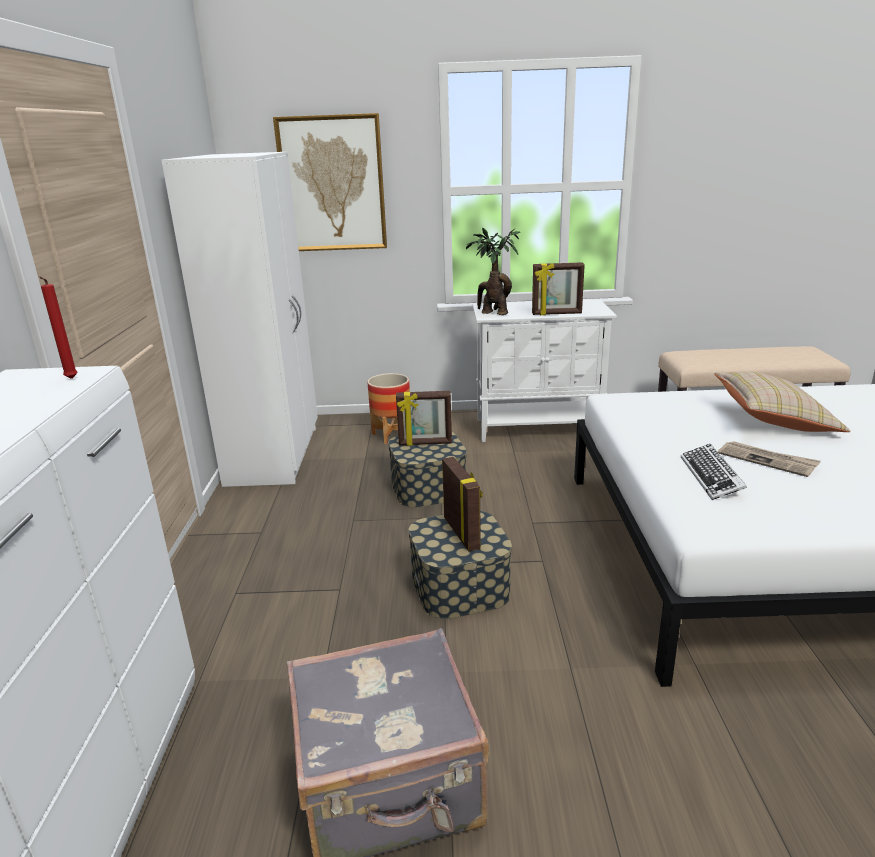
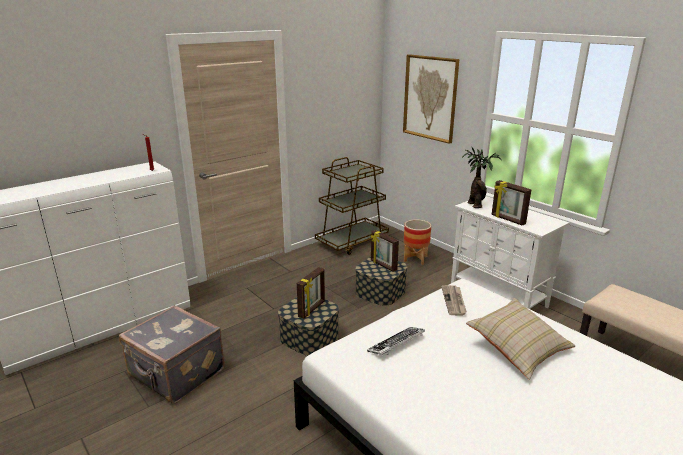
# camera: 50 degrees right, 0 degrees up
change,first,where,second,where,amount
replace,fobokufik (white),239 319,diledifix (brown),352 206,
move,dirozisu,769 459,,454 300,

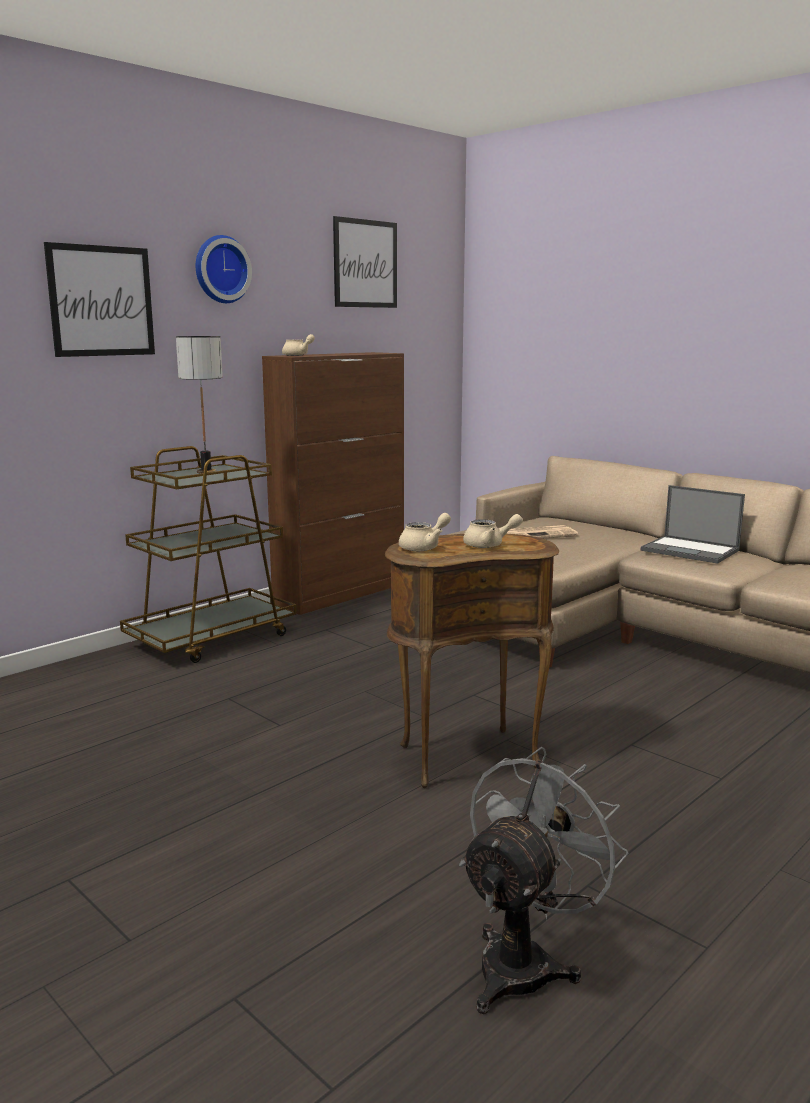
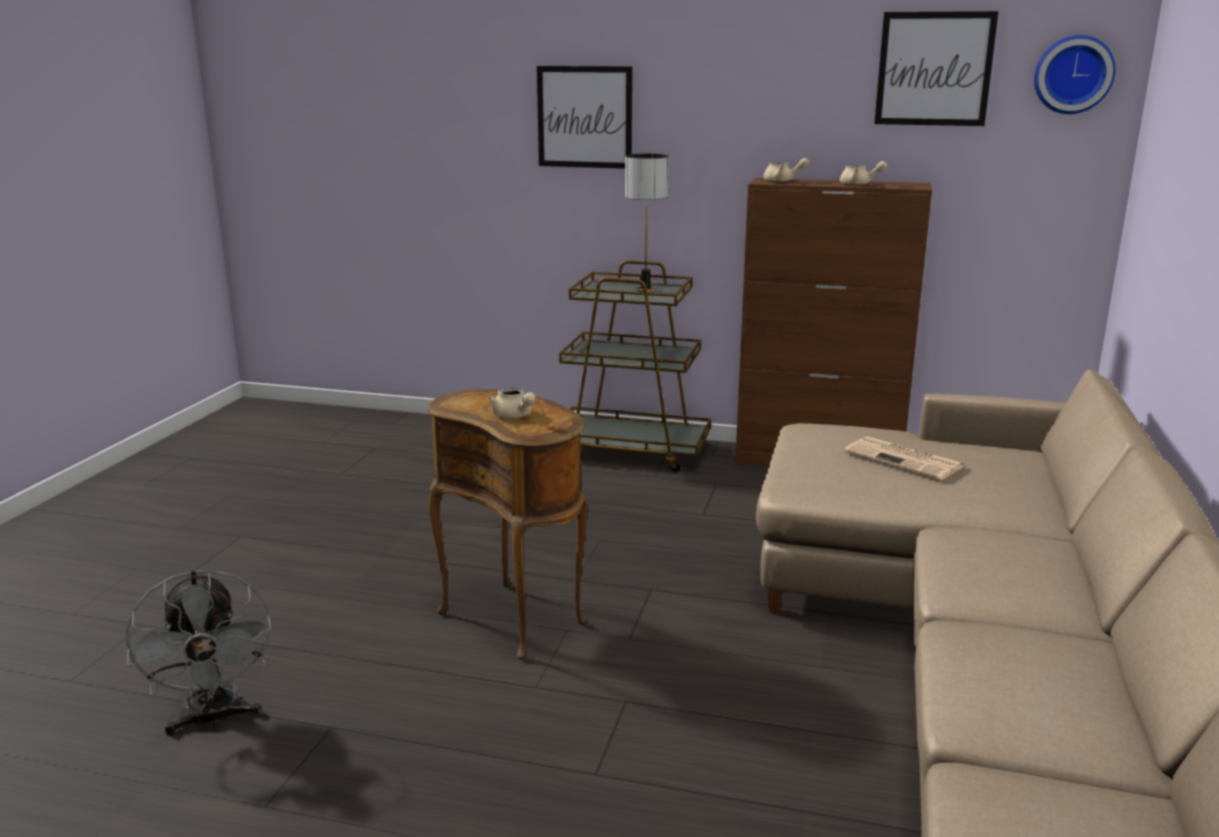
# camera: 60 degrees right, 5 degrees up
change,first,where,second,where,amount
move,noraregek,224 269,,1075 74,
move,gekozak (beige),425 532,,863 173,
rotate,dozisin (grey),544 880,,198 653,60 degrees clockwise
delete,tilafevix,693 524,,,

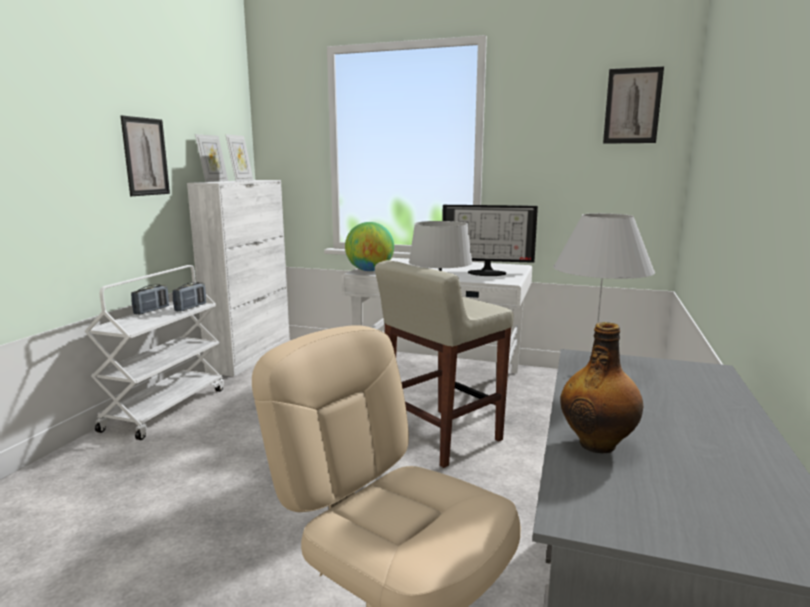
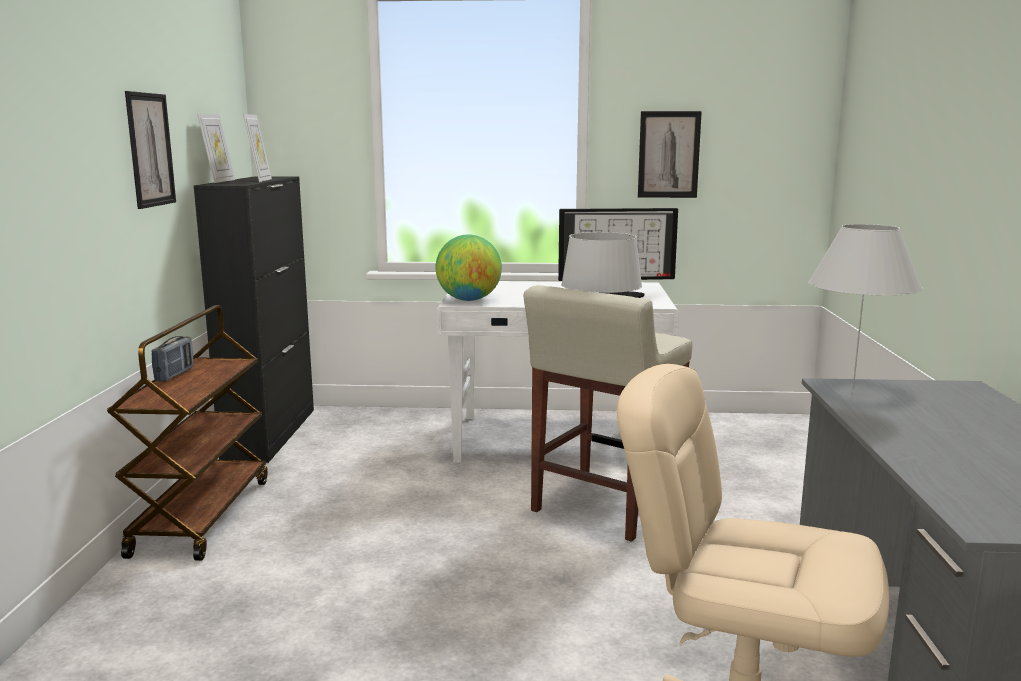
# camera: 15 degrees left, 0 degrees up
change,first,where,second,where,amount
recolor,diledifix (white),154 352,diledifix (brown),187 433,
delete,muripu,189 296,,,
recolor,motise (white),238 278,motise (black),254 319,
delete,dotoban,602 387,,,
move,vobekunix,633 105,,670 154,

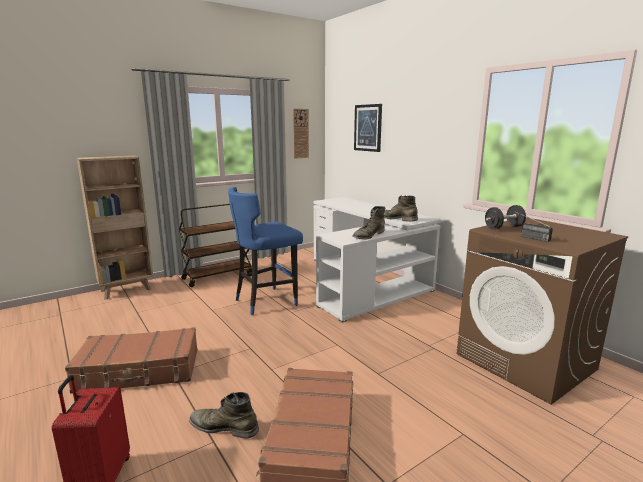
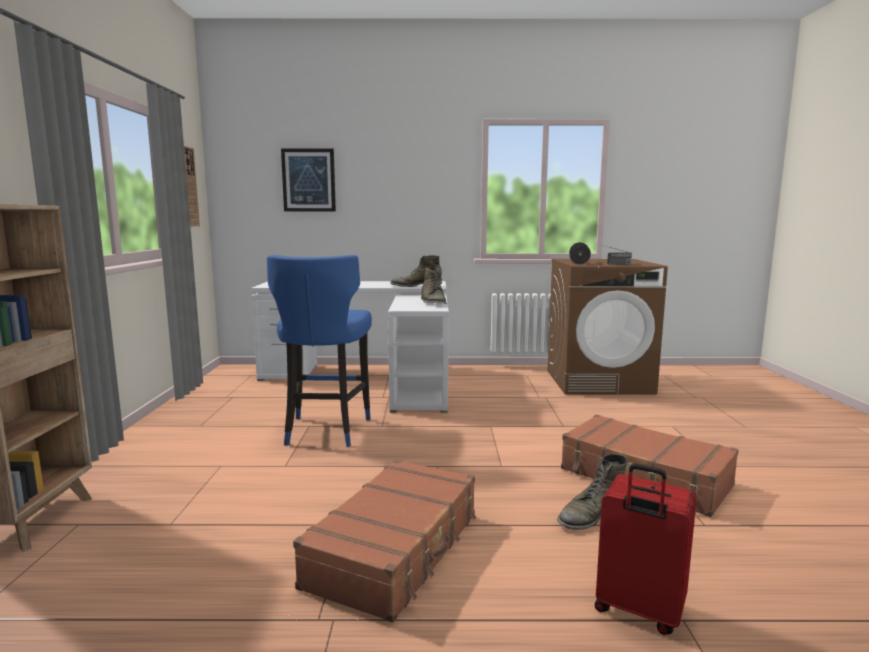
# camera: 55 degrees left, 5 degrees down
change,first,where,second,where,amount
delete,diledifix (brown),215 245,,,

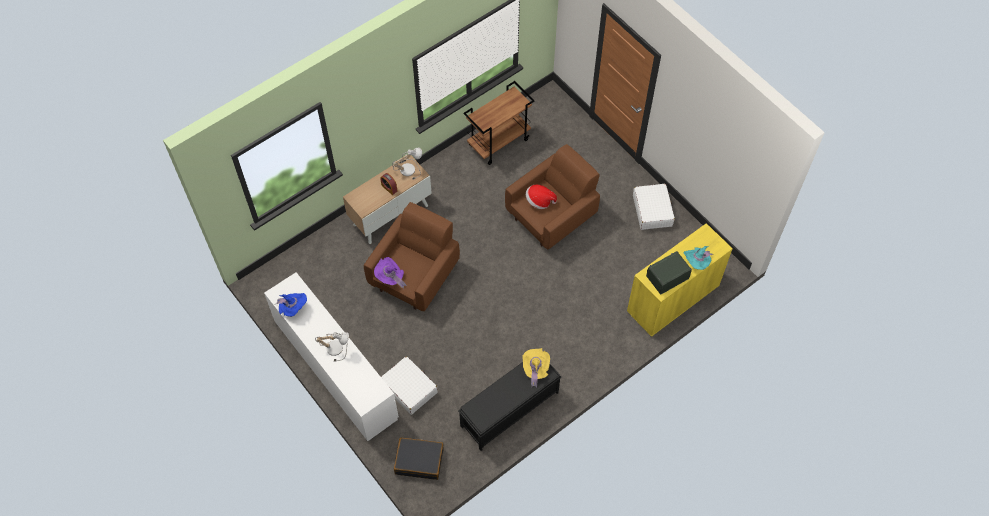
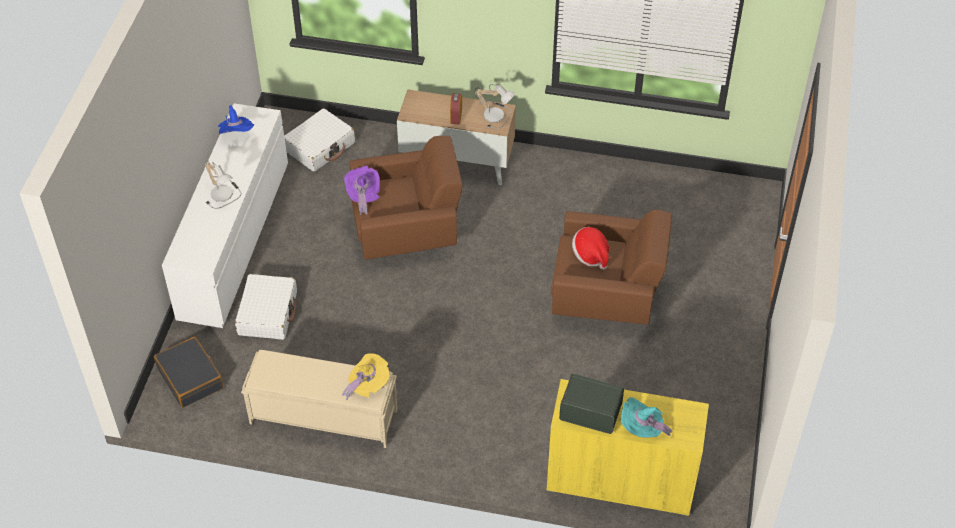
# camera: 50 degrees right, 10 degrees down
change,first,where,second,where,amount
recolor,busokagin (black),510 406,busokagin (beige),319 399,
delete,diledifix (brown),499 123,,,
move,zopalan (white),654 207,,319 140,

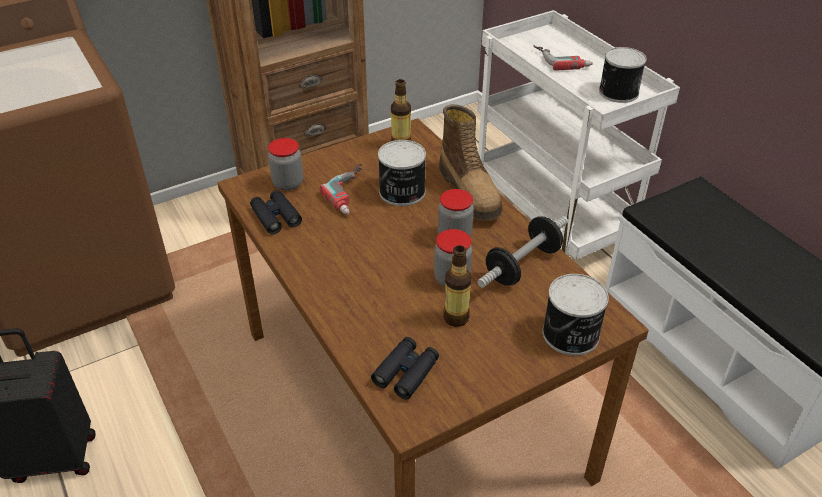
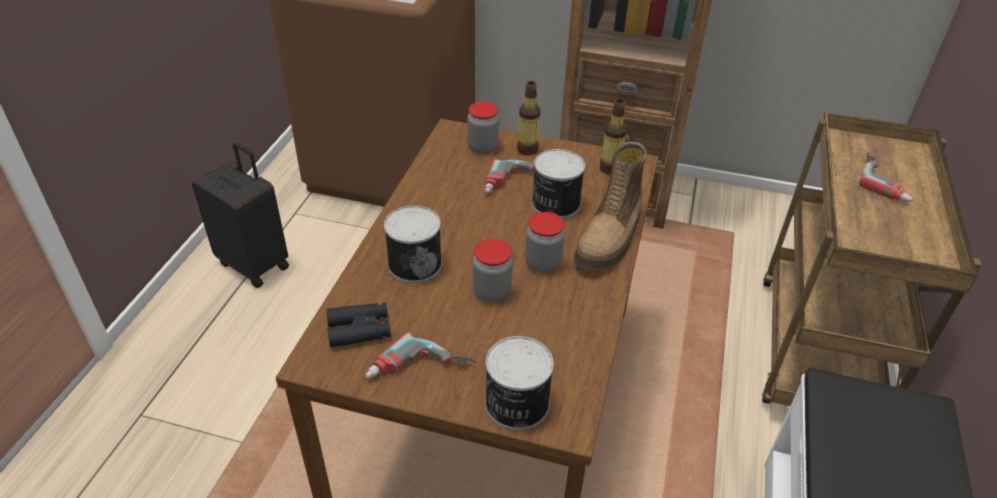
# camera: 45 degrees right, 0 degrees up
change,first,where,second,where,amount
delete,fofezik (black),276 212,,,
move,dotoban,457 286,,529 118,
recolor,diledifix (white),578 135,diledifix (brown),872 259,
delete,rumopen,522 252,,,
move,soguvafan,623 75,,413 244,
insert,,,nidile,421 355,

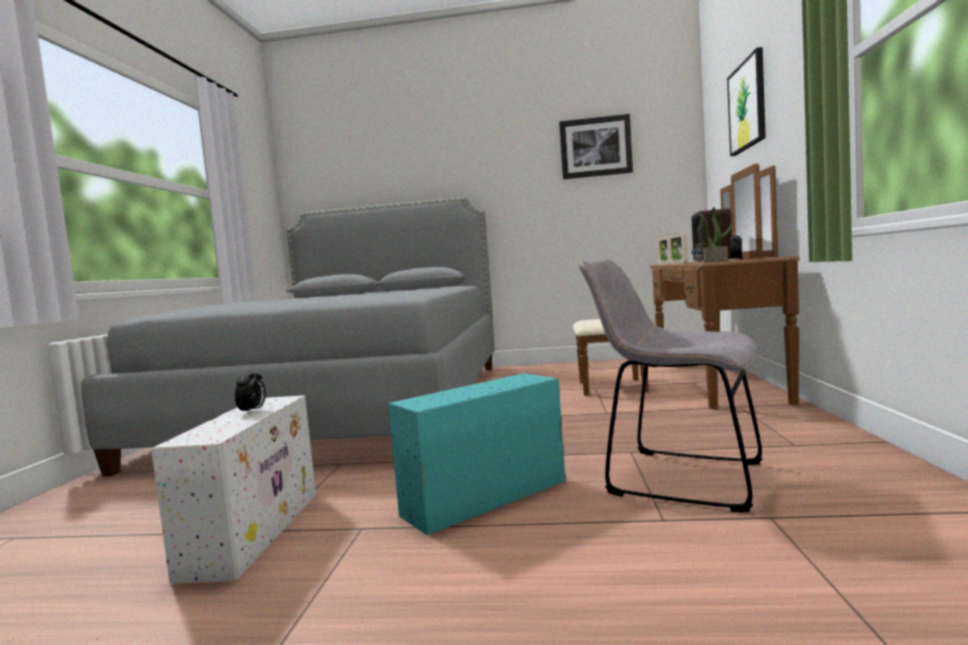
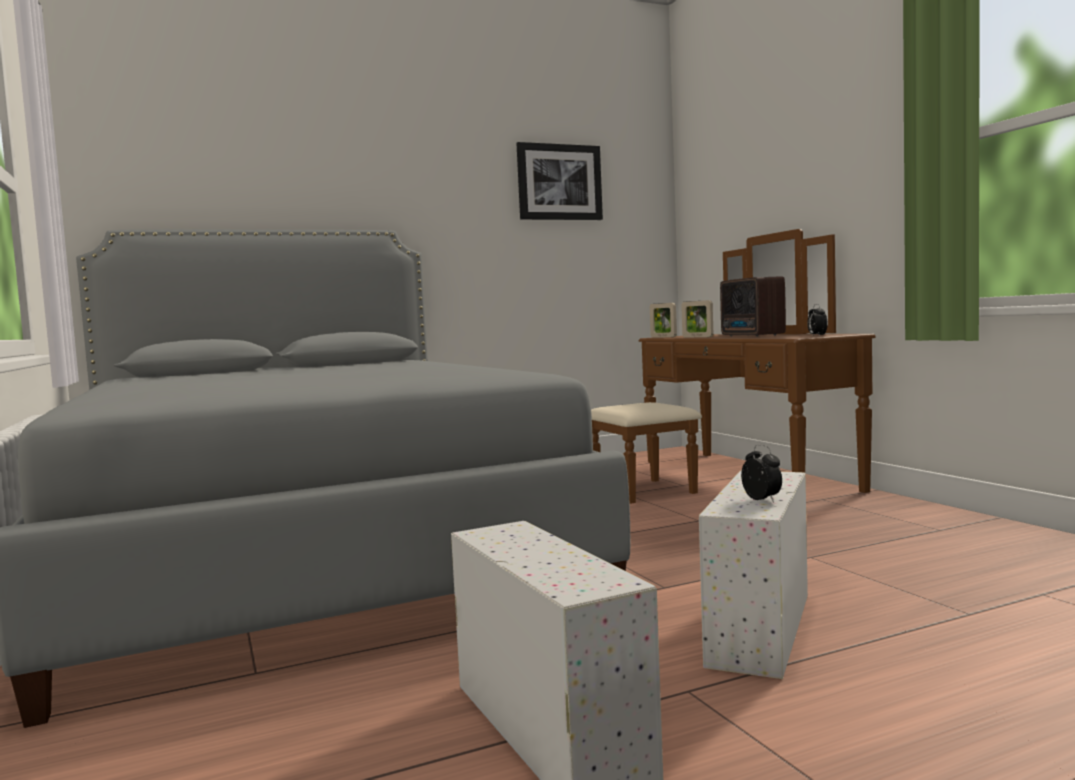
# camera: 30 degrees left, 0 degrees up
change,first,where,second,where,amount
move,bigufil,250 391,,761 473,
recolor,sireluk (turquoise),477 454,sireluk (white),753 574,
delete,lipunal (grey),670 385,,,
delete,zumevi,715 235,,,
delete,vobekunix,746 101,,,

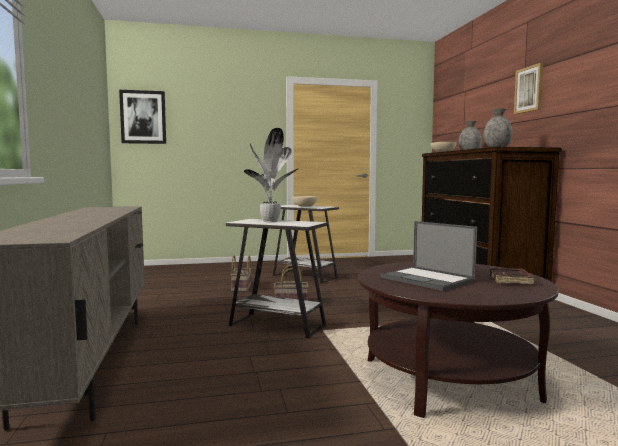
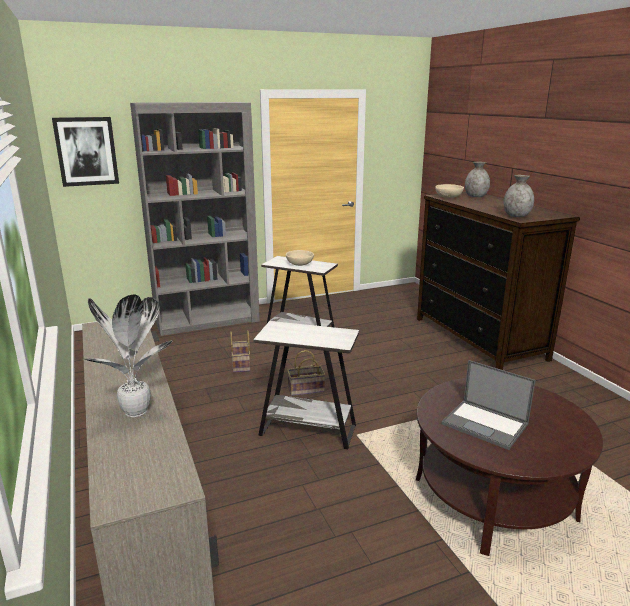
# camera: 10 degrees left, 15 degrees up
change,first,where,second,where,amount
move,zumevi,271 175,,129 356,
delete,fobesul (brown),512 276,,,
delete,vobekunix,528 88,,,
insert,,,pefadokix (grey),195 219,

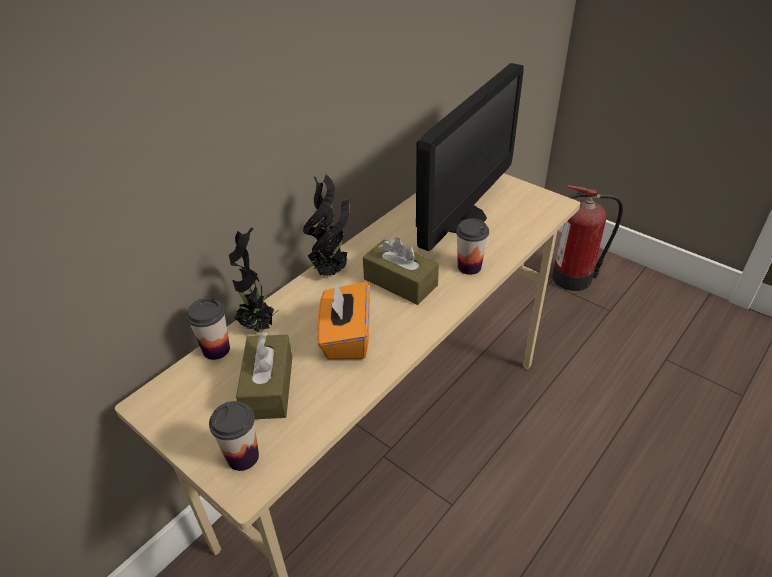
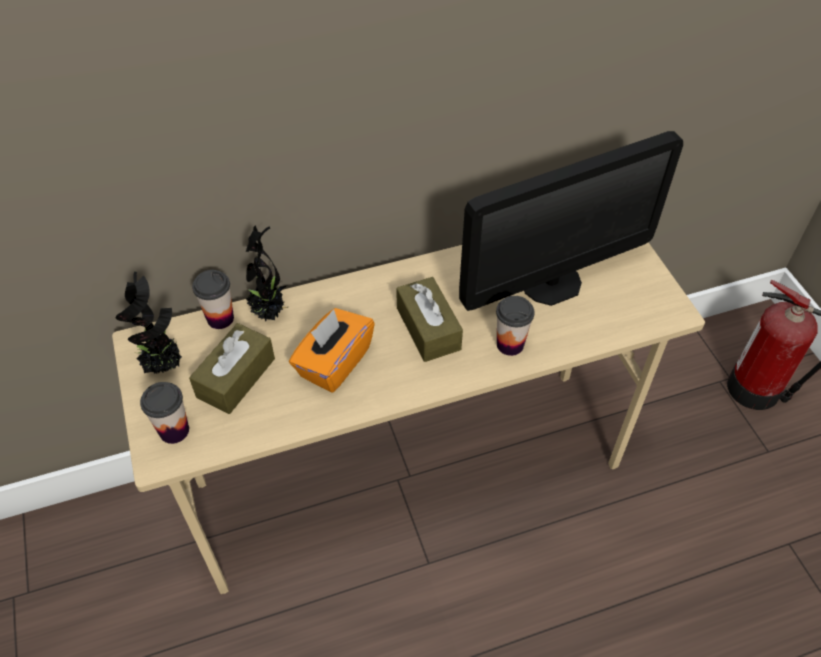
# camera: 30 degrees right, 10 degrees up
change,first,where,second,where,amount
move,zumevi,326 225,,149 322,

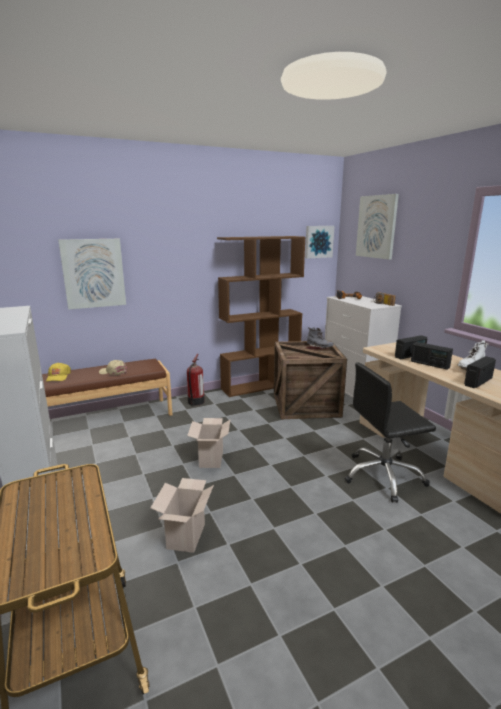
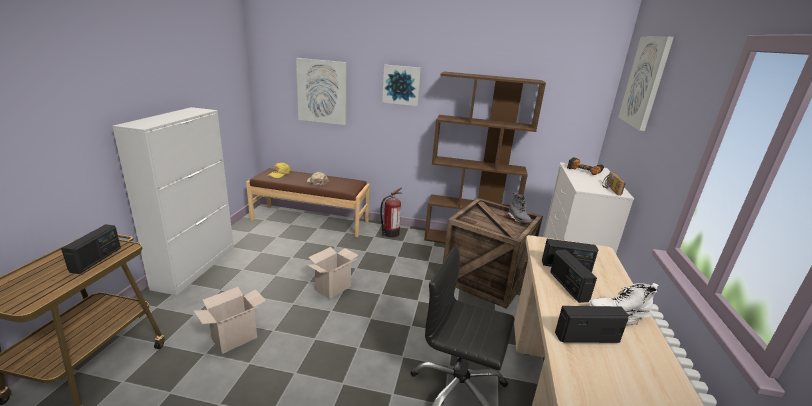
# camera: 35 degrees right, 5 degrees up
change,first,where,second,where,amount
move,vobekunix,320 242,,401 85,
insert,,,muripu,91 249,

